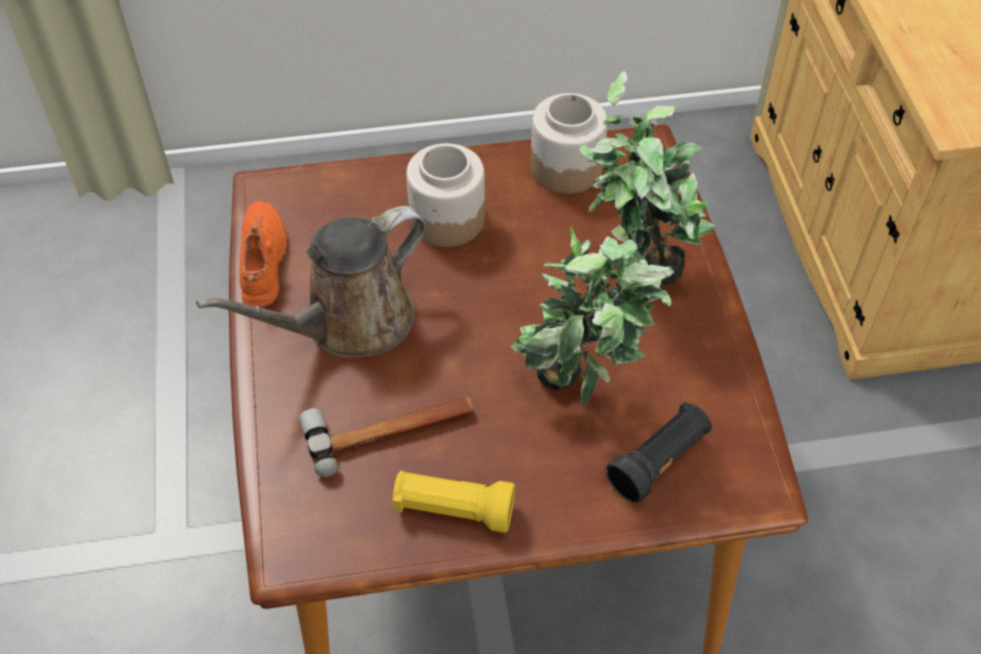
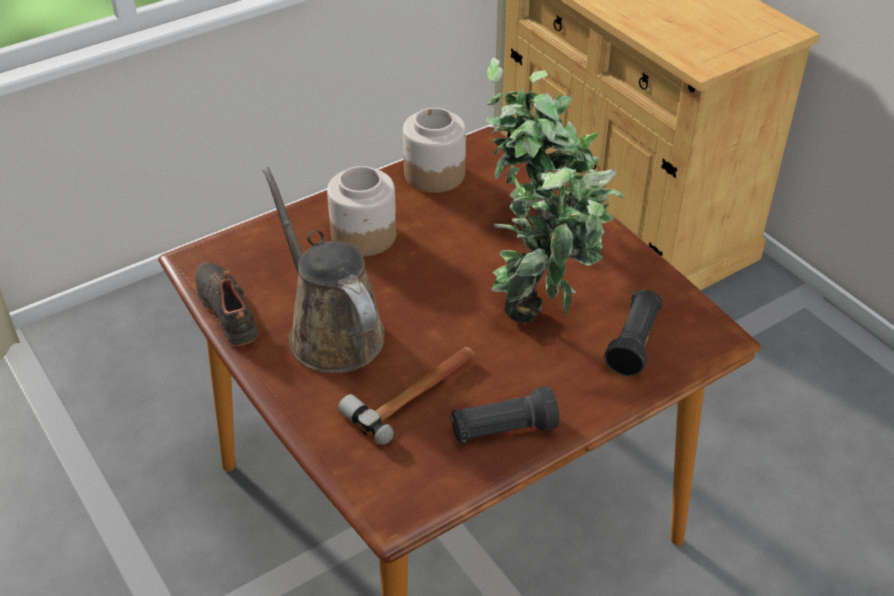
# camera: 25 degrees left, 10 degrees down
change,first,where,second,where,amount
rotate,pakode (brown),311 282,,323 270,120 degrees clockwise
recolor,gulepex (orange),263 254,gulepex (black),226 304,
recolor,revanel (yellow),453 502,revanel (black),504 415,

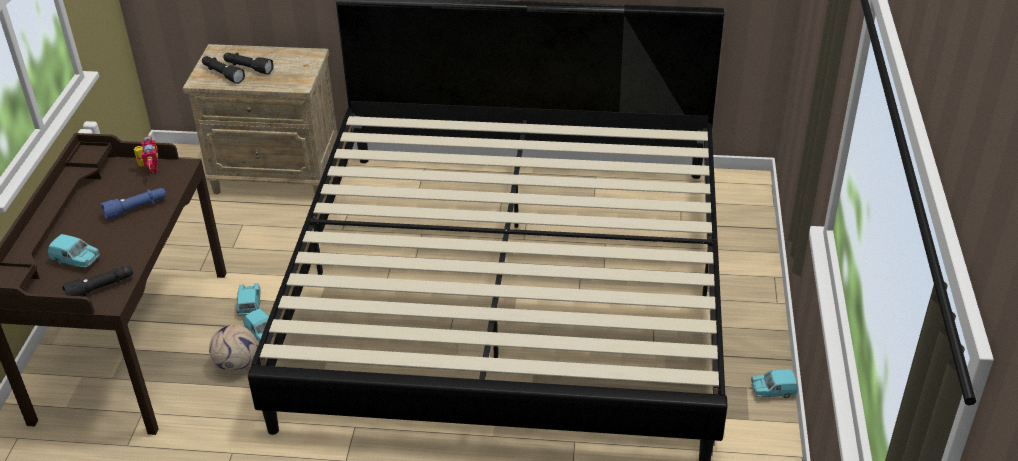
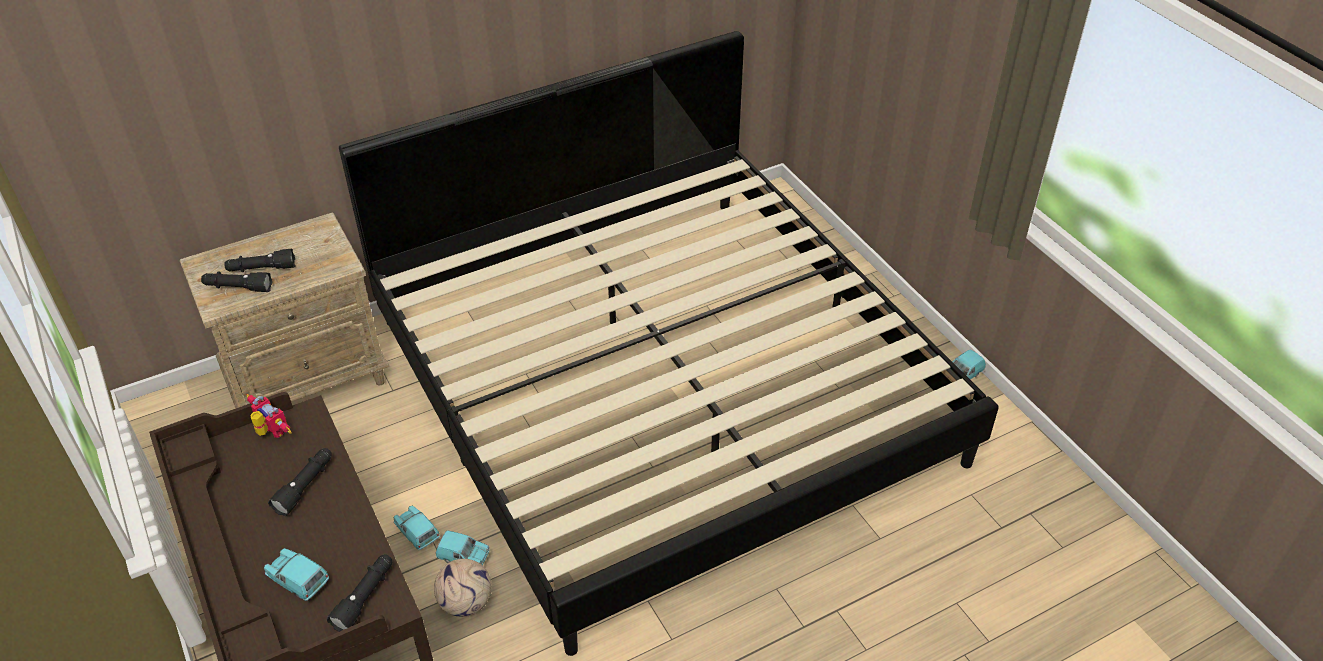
# camera: 35 degrees left, 5 degrees up
change,first,where,second,where,amount
rotate,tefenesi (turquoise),74 251,,296 574,135 degrees counterclockwise
recolor,revanel (blue),133 204,revanel (black),300 482,

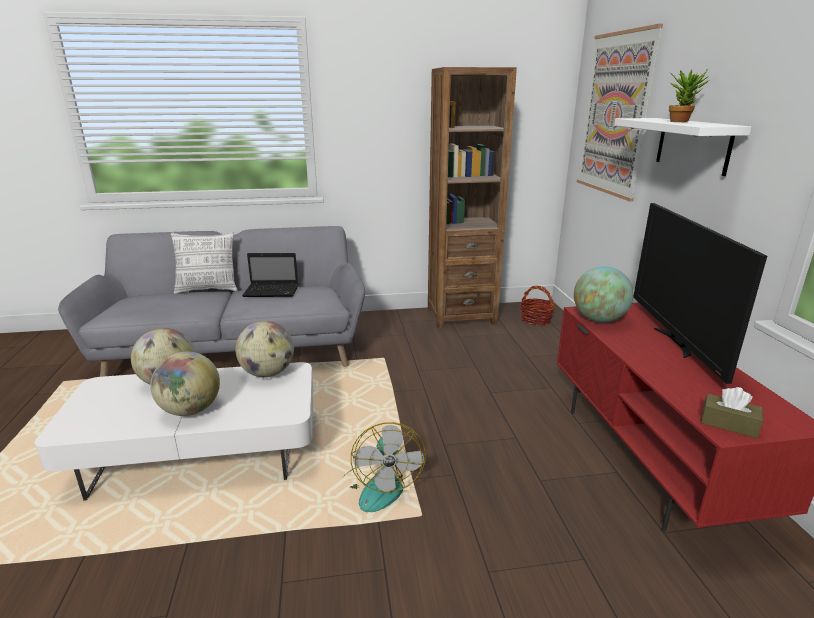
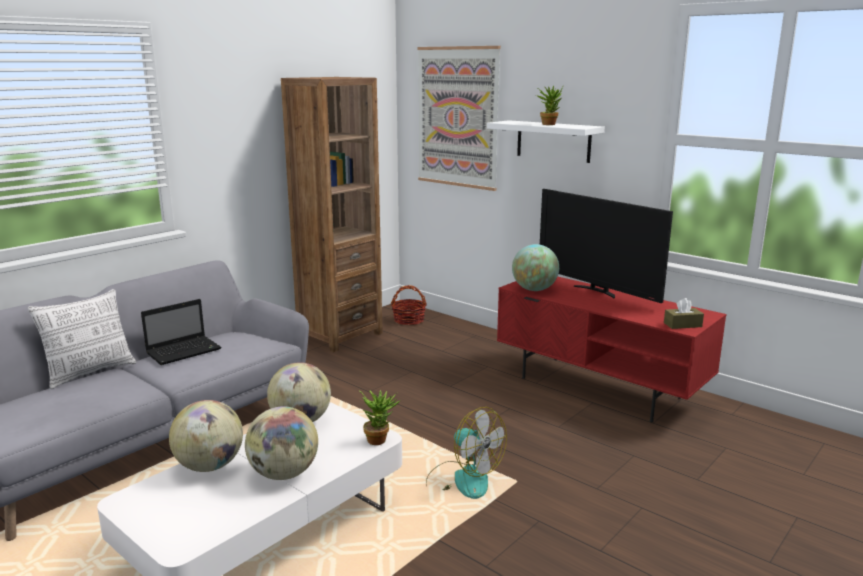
# camera: 40 degrees left, 5 degrees down
change,first,where,second,where,amount
insert,,,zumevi,380 417,

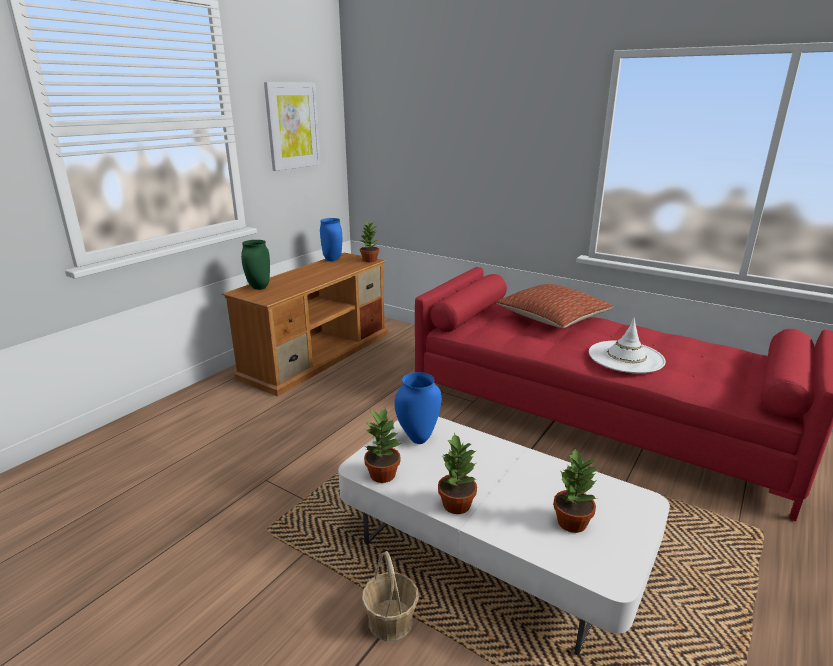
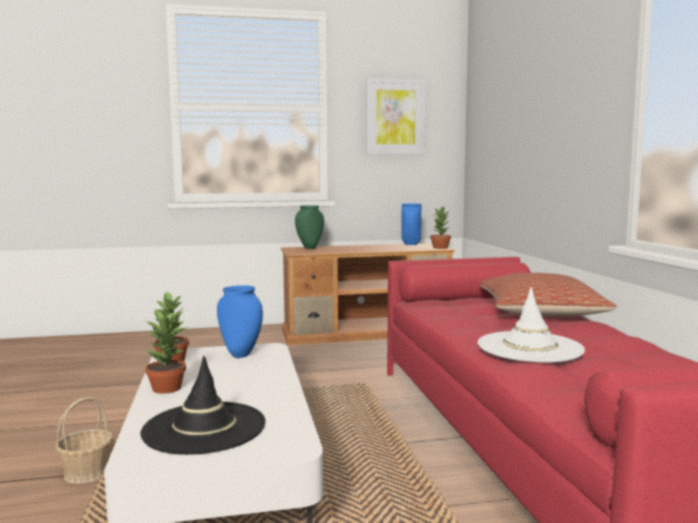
# camera: 45 degrees right, 15 degrees down
change,first,where,second,where,amount
replace,zumevi,576 491,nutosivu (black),202 405,

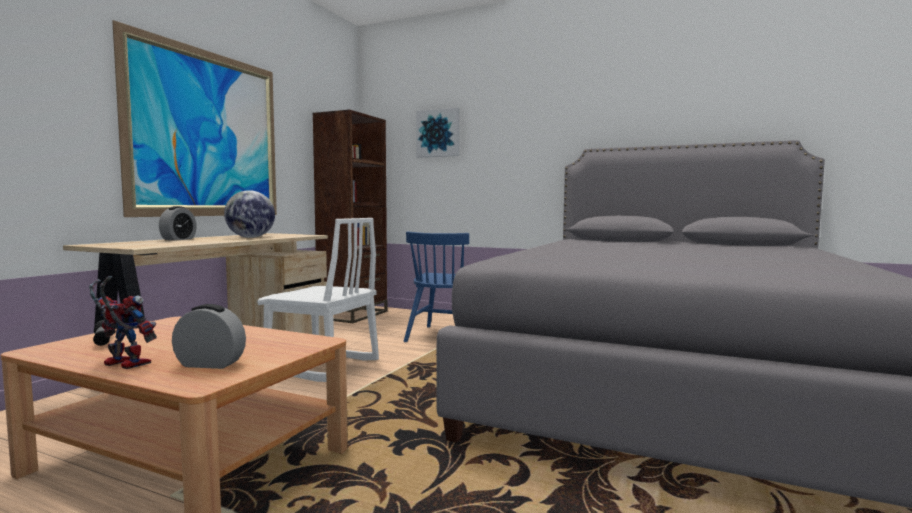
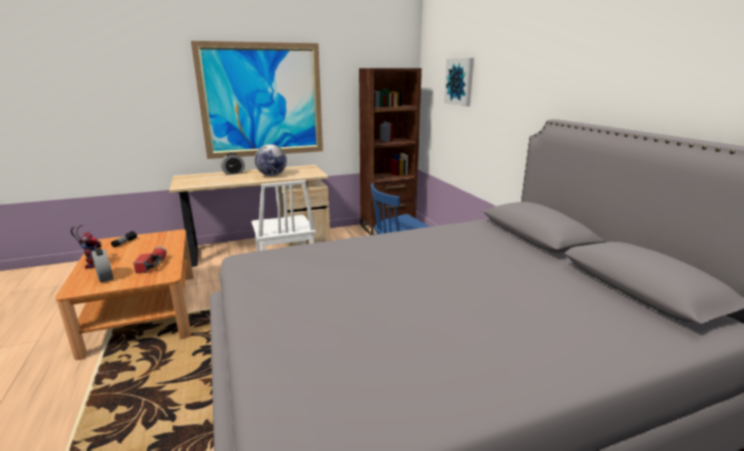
# camera: 45 degrees right, 15 degrees up
change,first,where,second,where,amount
insert,,,revanel,150 260,

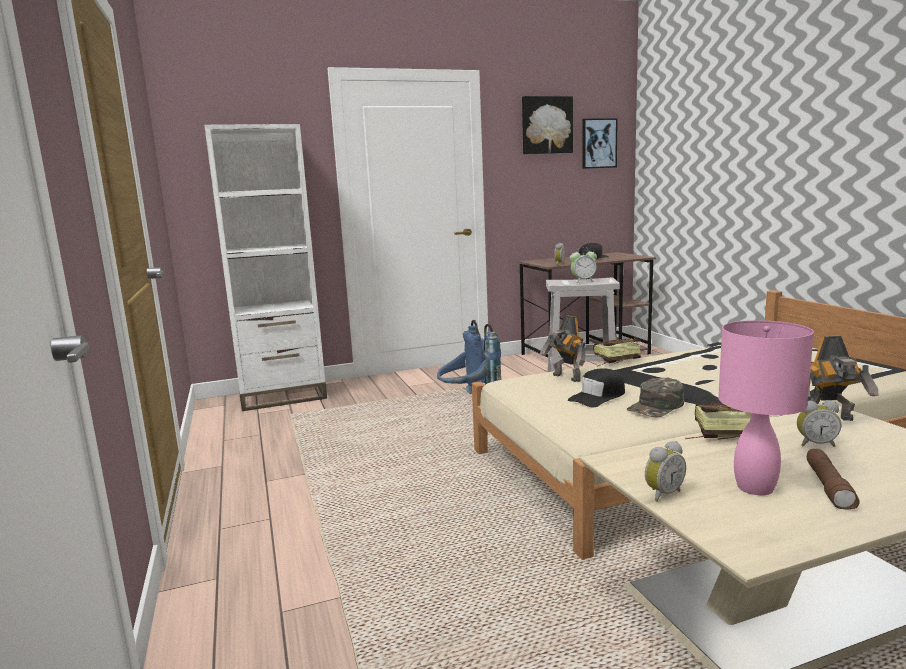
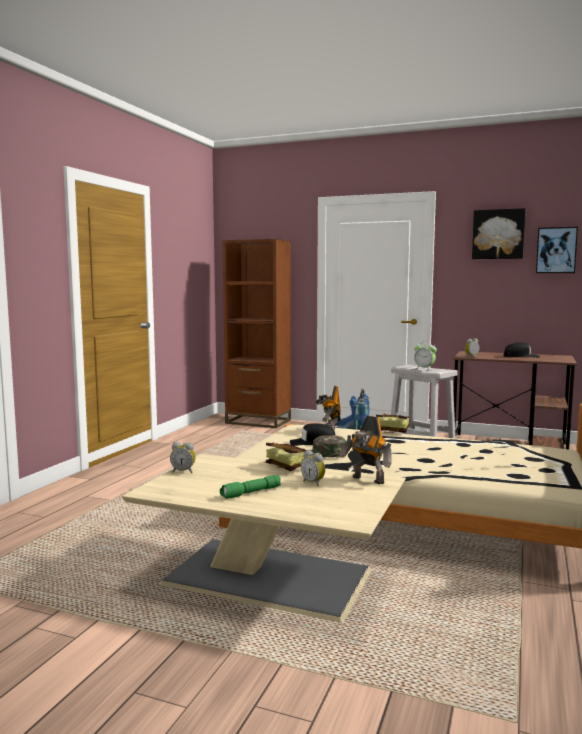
# camera: 40 degrees right, 5 degrees down
change,first,where,second,where,amount
recolor,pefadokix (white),265 267,pefadokix (brown),257 333,
delete,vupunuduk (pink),766 407,,,
recolor,revanel (brown),833 479,revanel (green),250 487,

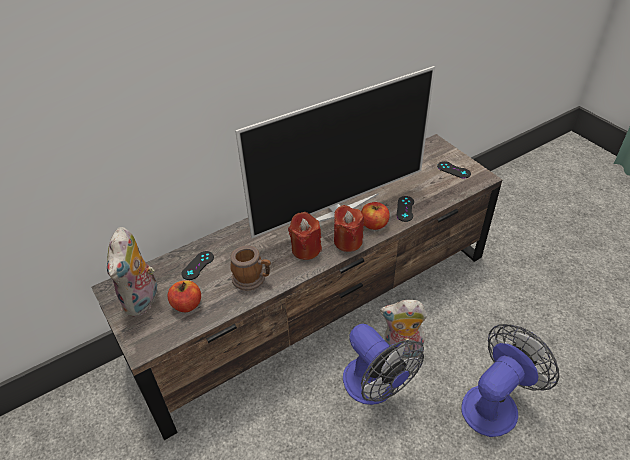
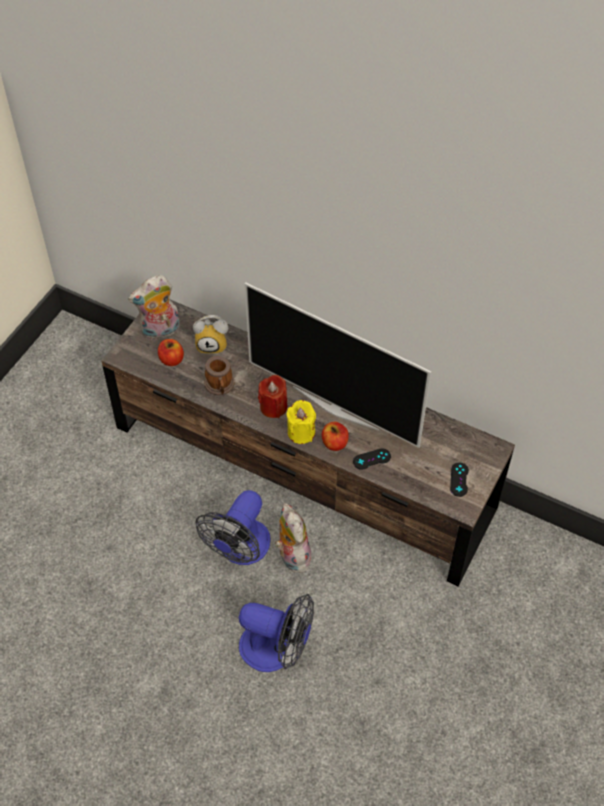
# camera: 60 degrees right, 10 degrees up
change,first,where,second,where,amount
replace,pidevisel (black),197 265,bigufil,210 334,
recolor,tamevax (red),349 228,tamevax (yellow),301 422,

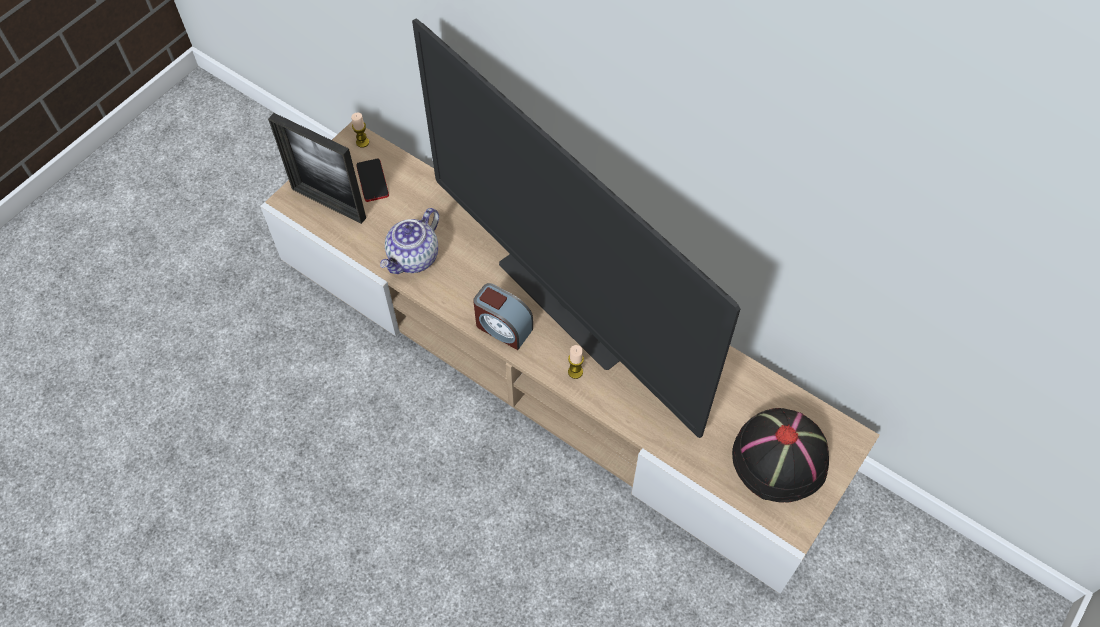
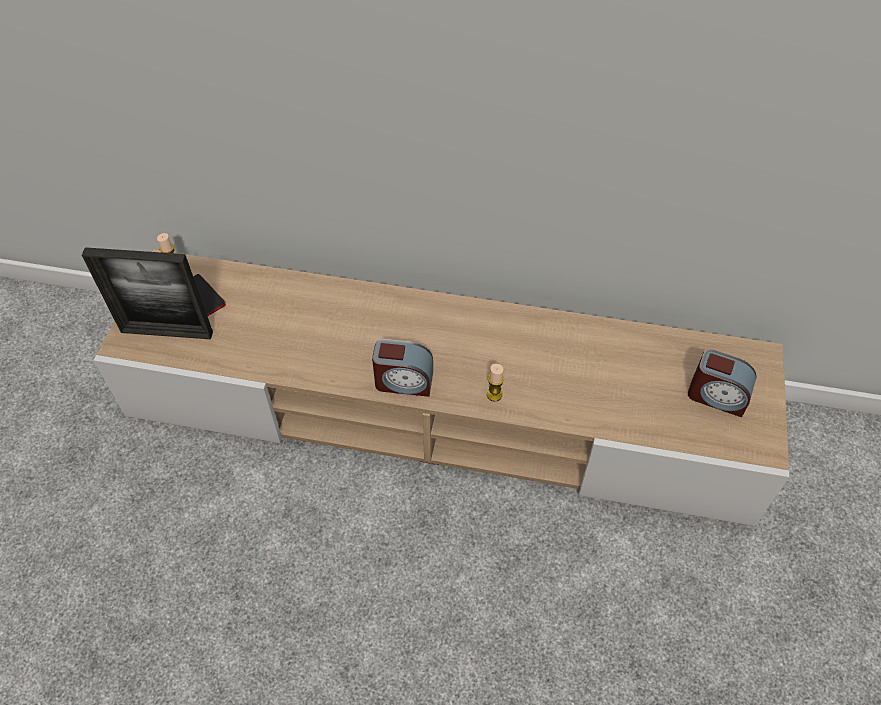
# camera: 25 degrees left, 5 degrees down
change,first,where,second,where,amount
delete,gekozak,409 241,,,
delete,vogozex,576 228,,,
replace,nutosivu (black),780 455,bigufil,722 383,

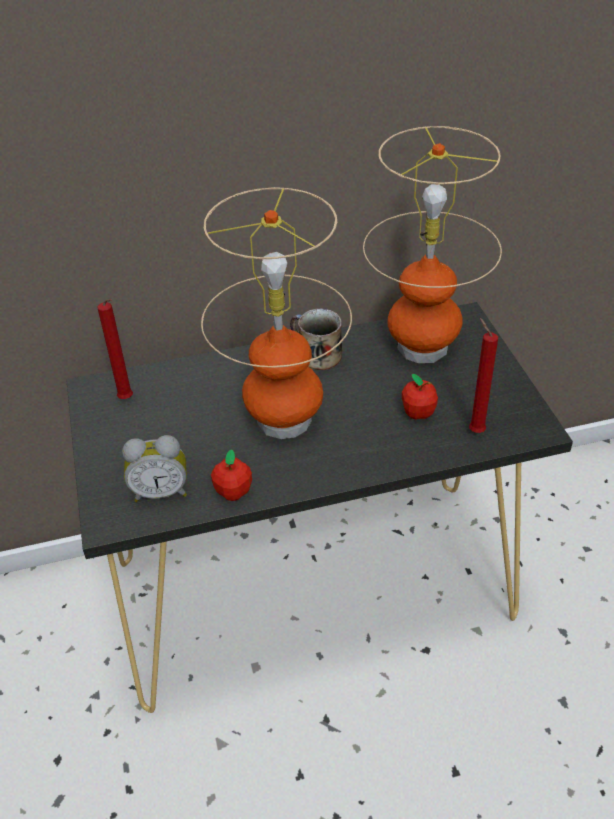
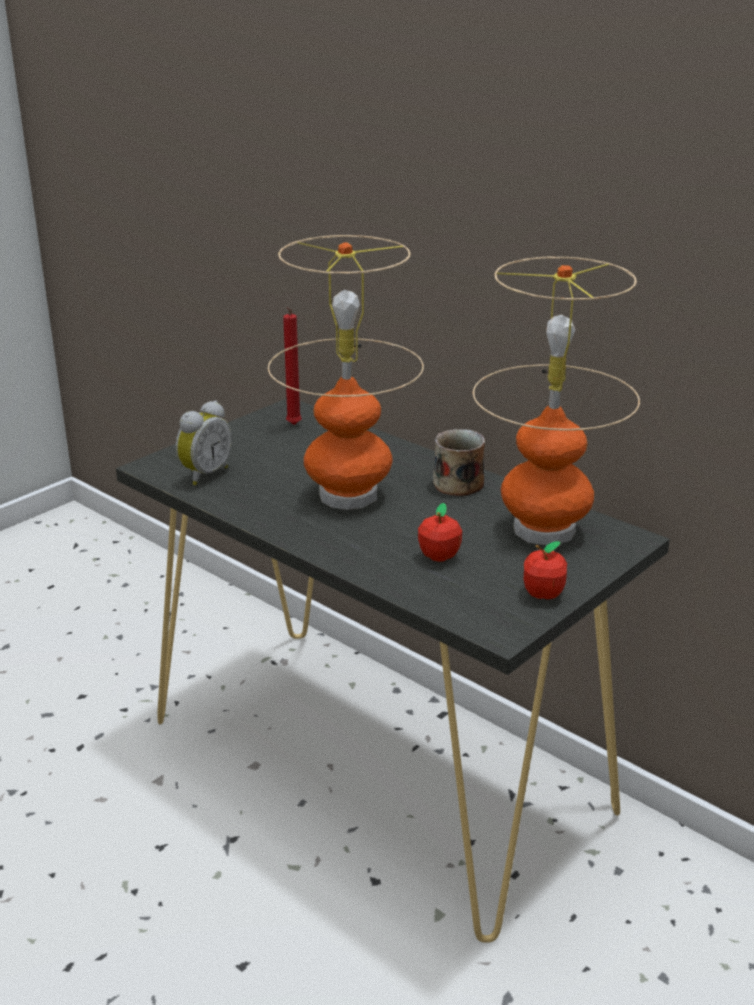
# camera: 55 degrees right, 15 degrees down
change,first,where,second,where,amount
rotate,bigufil,154 468,,204 443,105 degrees counterclockwise
move,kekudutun,231 475,,545 570,
delete,tamevax (red),483 375,,,

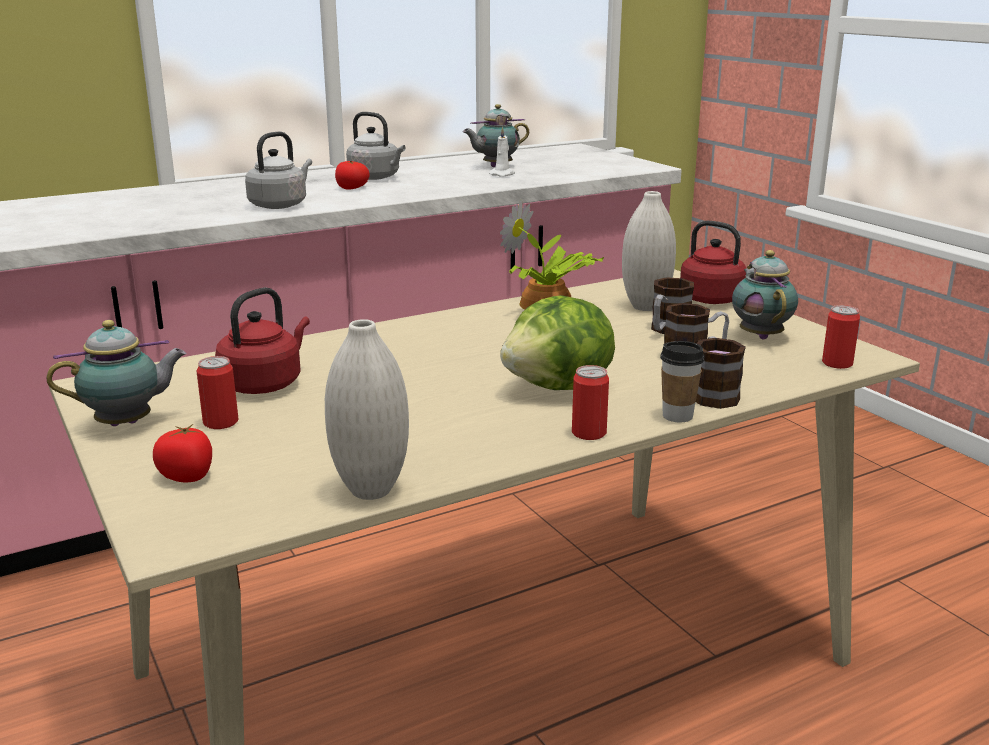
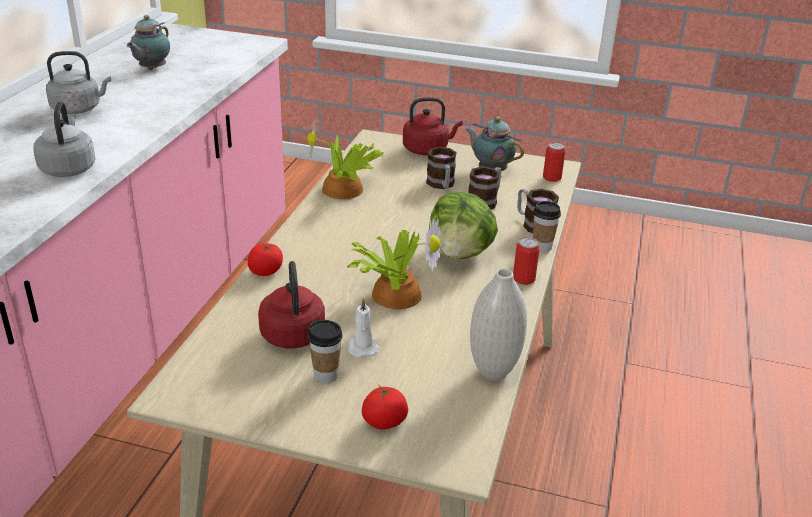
# camera: 45 degrees left, 10 degrees up
change,first,where,second,where,amount
delete,gekozak,116 373,,,
replace,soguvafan,218 392,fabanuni,325 351,
move,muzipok,352 175,,265 259,
move,tamevax (white),502 152,,364 327,
delete,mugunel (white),649 251,,,
insert,,,zumevi,394 263,

